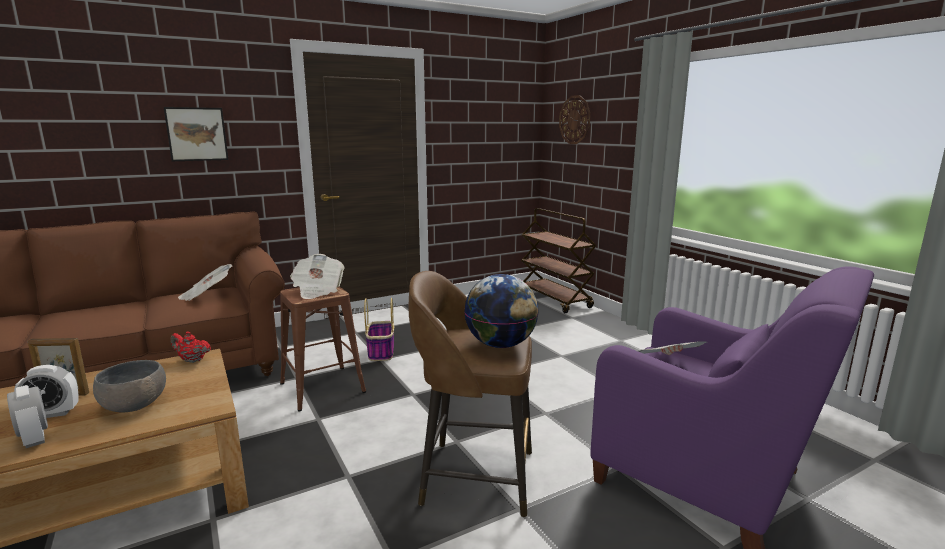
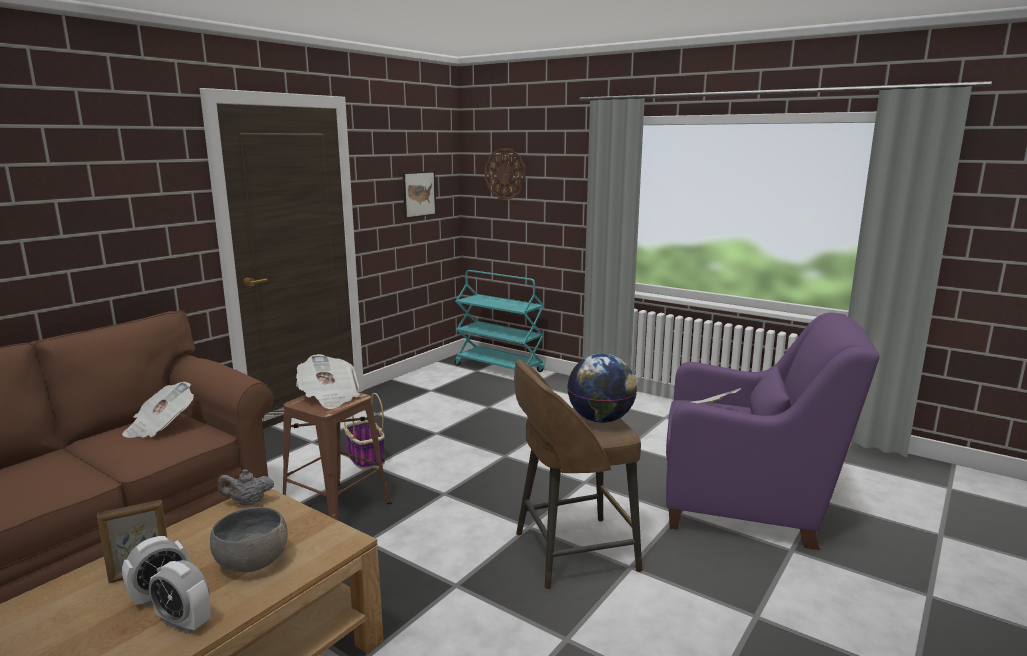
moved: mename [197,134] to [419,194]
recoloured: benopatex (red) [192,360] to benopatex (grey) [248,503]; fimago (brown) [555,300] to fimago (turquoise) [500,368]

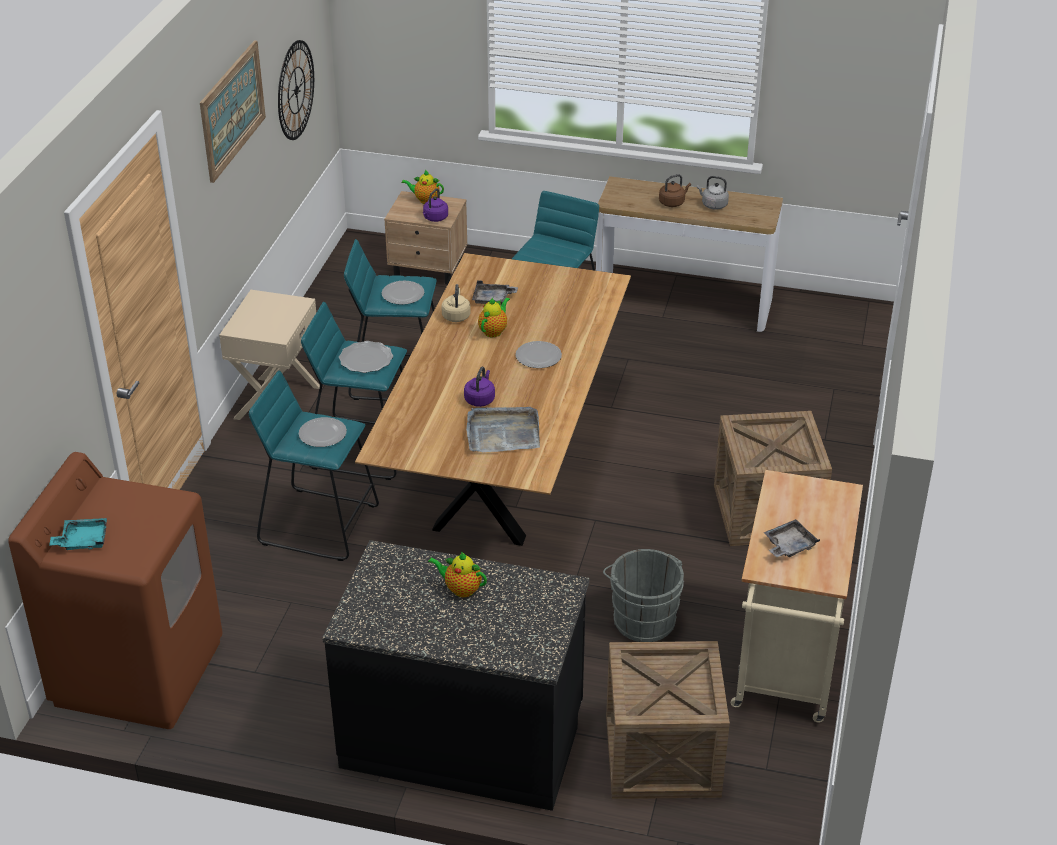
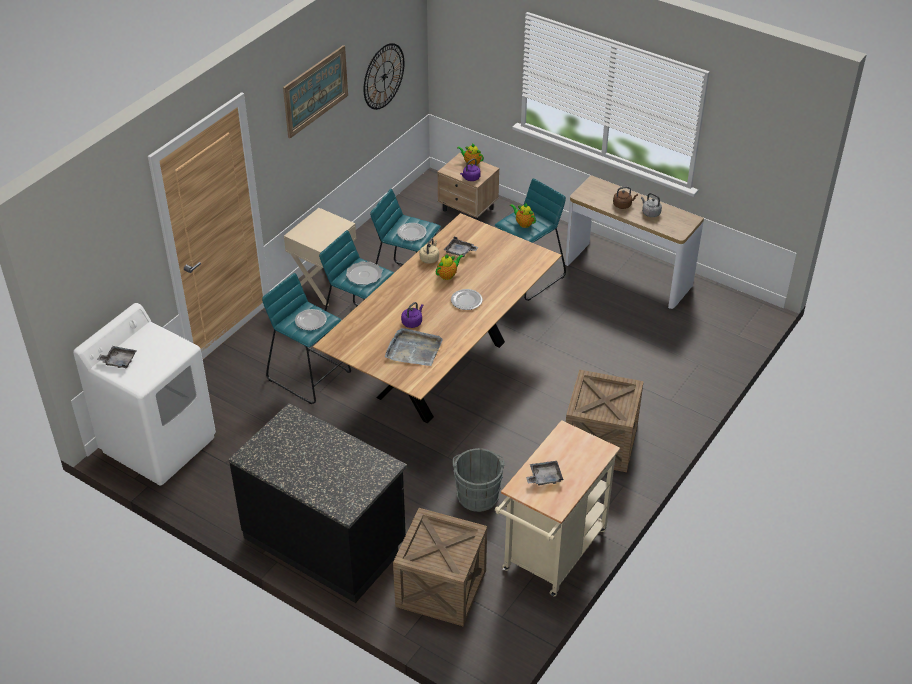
moved: benopatex [460,589] to [523,223]
recoloured: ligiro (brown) [139,671] to ligiro (white) [159,444]; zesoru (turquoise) [82,540] to zesoru (grey) [119,361]

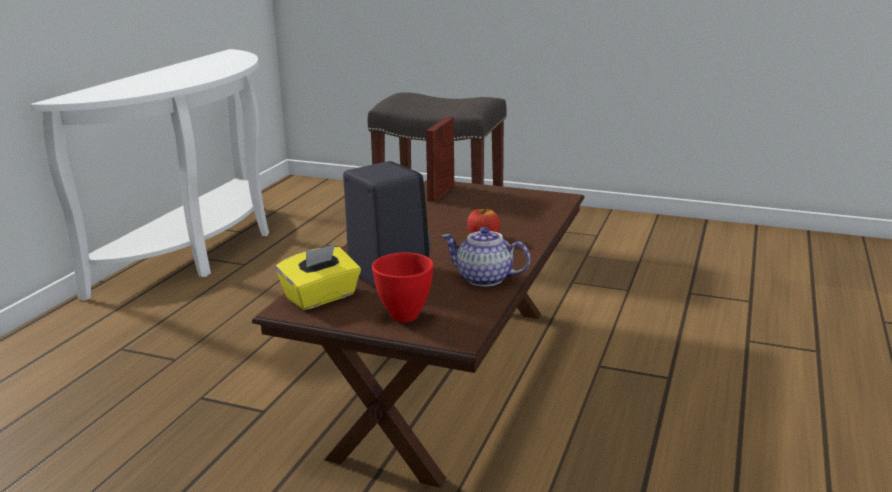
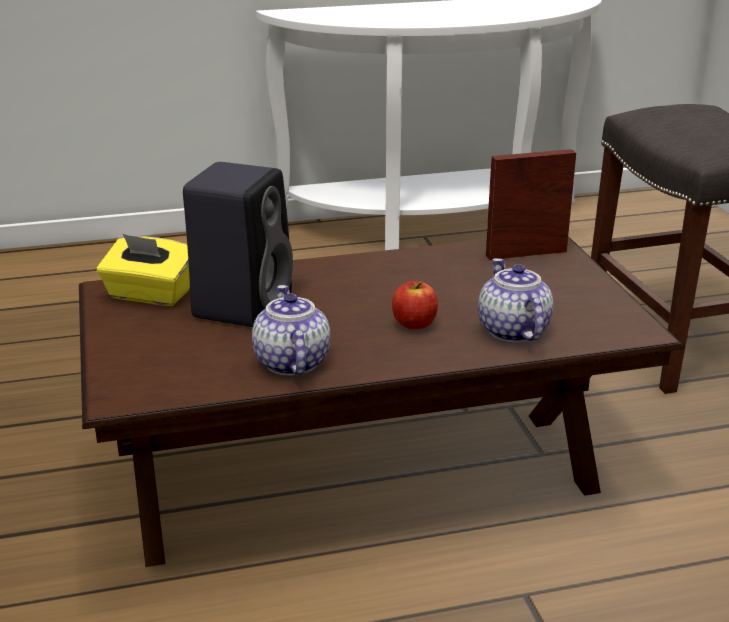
removed: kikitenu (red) [403,316]
added: benopatex [512,330]

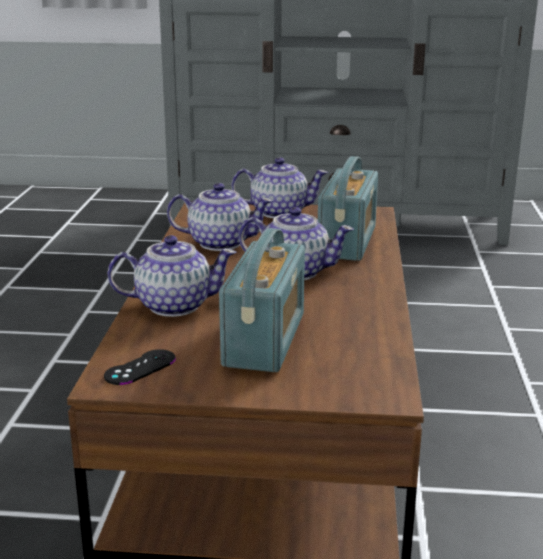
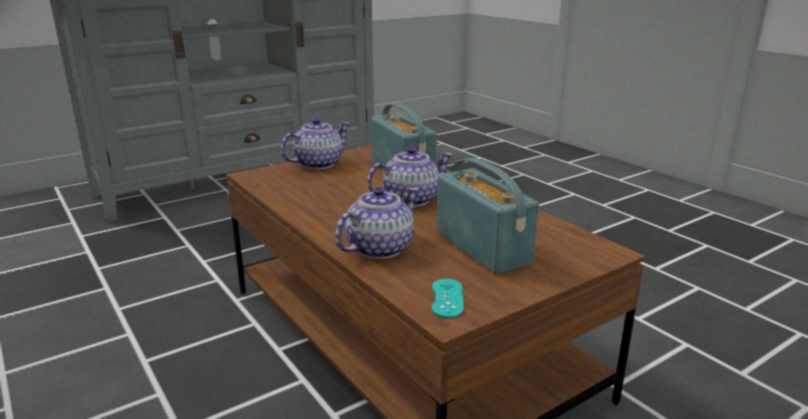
removed: benopatex [219,243]
recoloured: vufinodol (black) [140,367] to vufinodol (turquoise) [447,298]

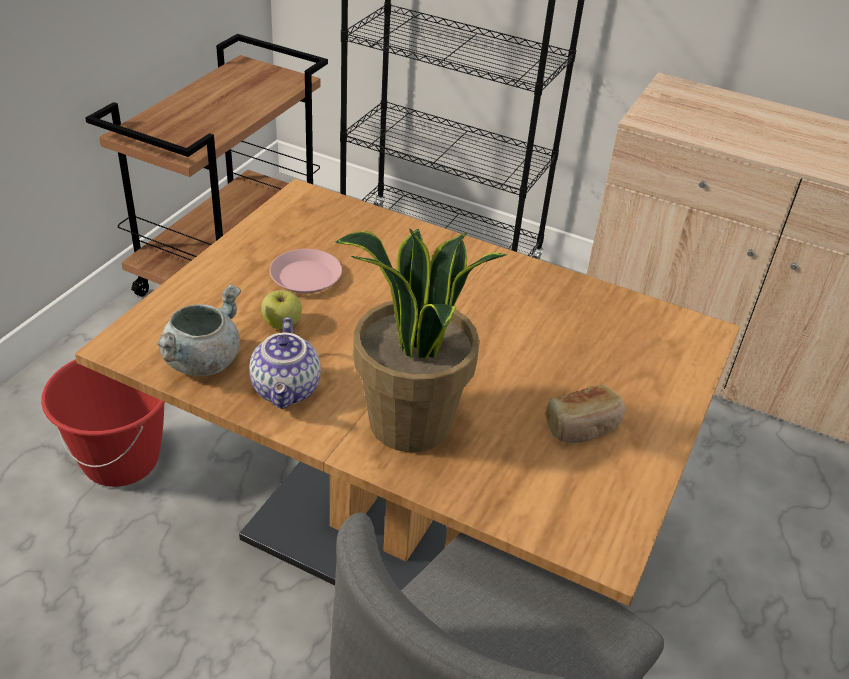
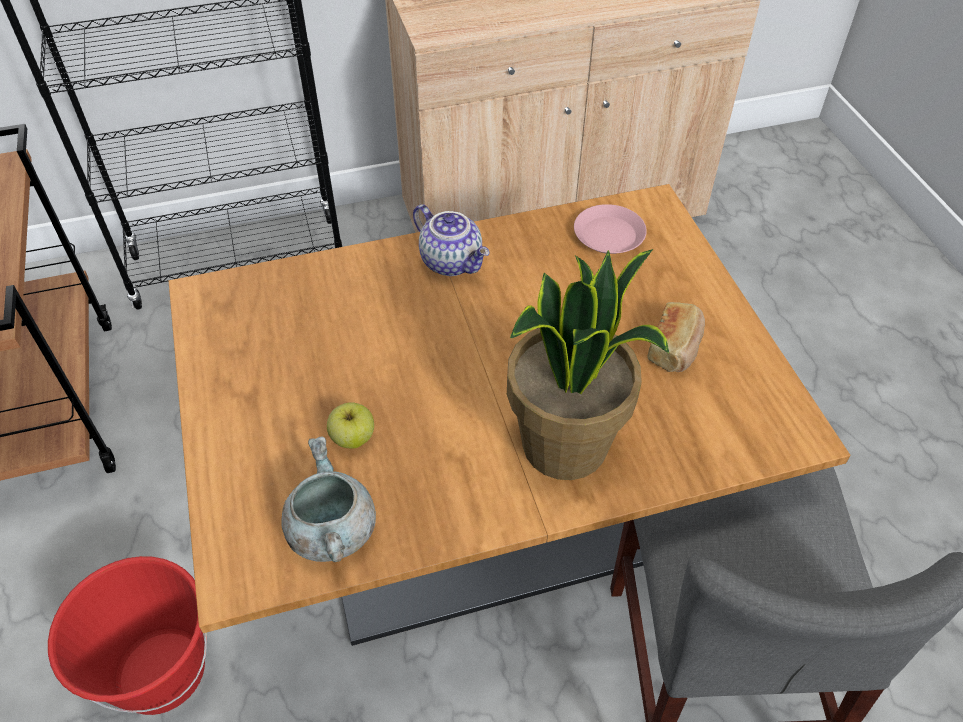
moved: benopatex [288,390] to [452,261]; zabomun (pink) [305,277] to [608,235]

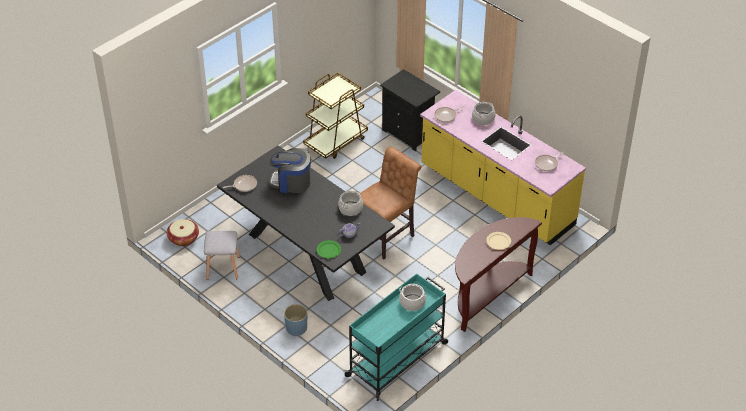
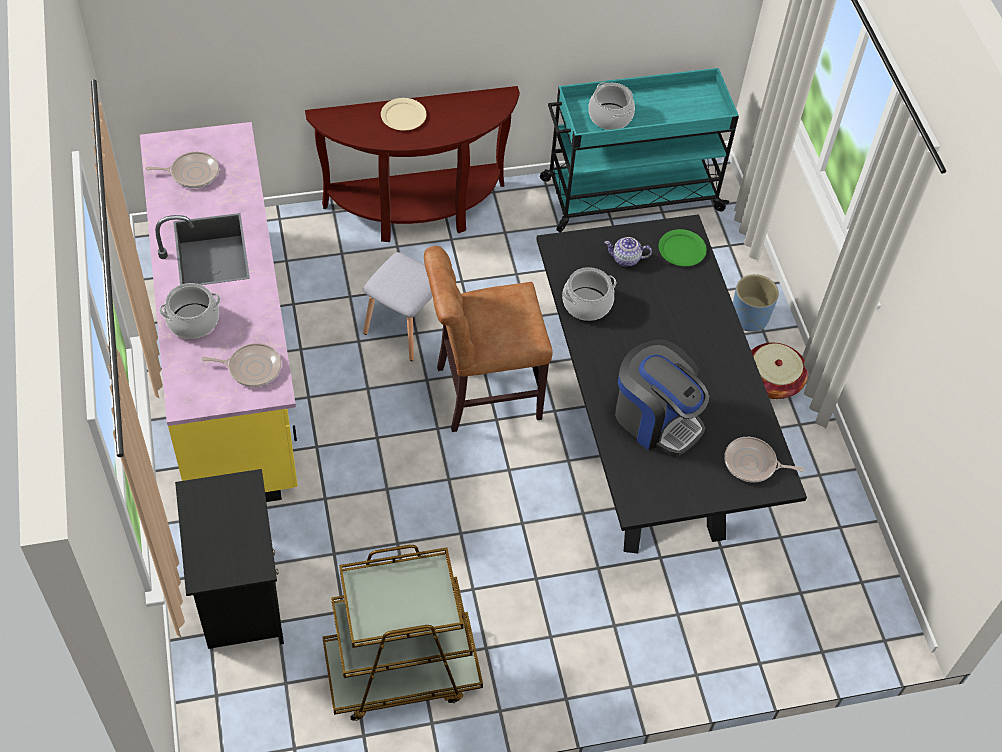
moved: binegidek [183,238] to [771,381]; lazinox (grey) [223,267] to [404,329]

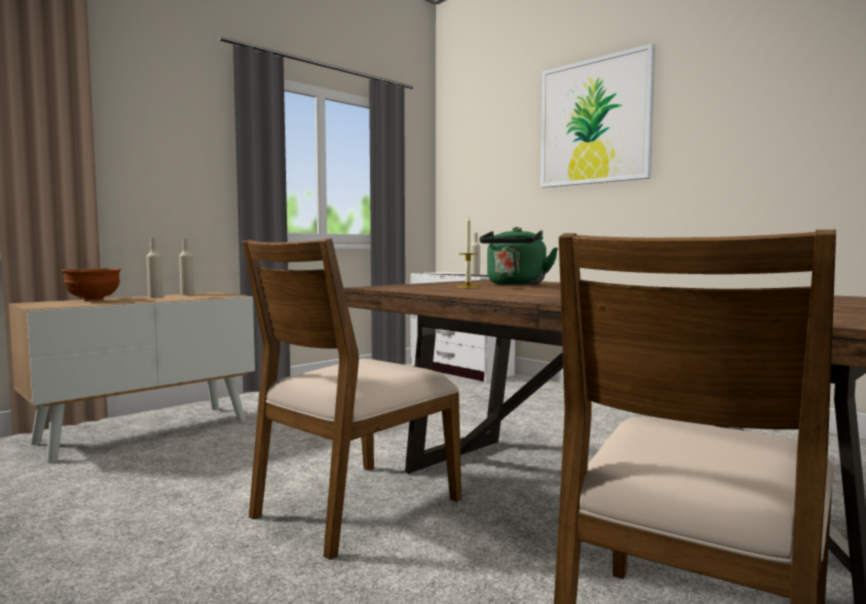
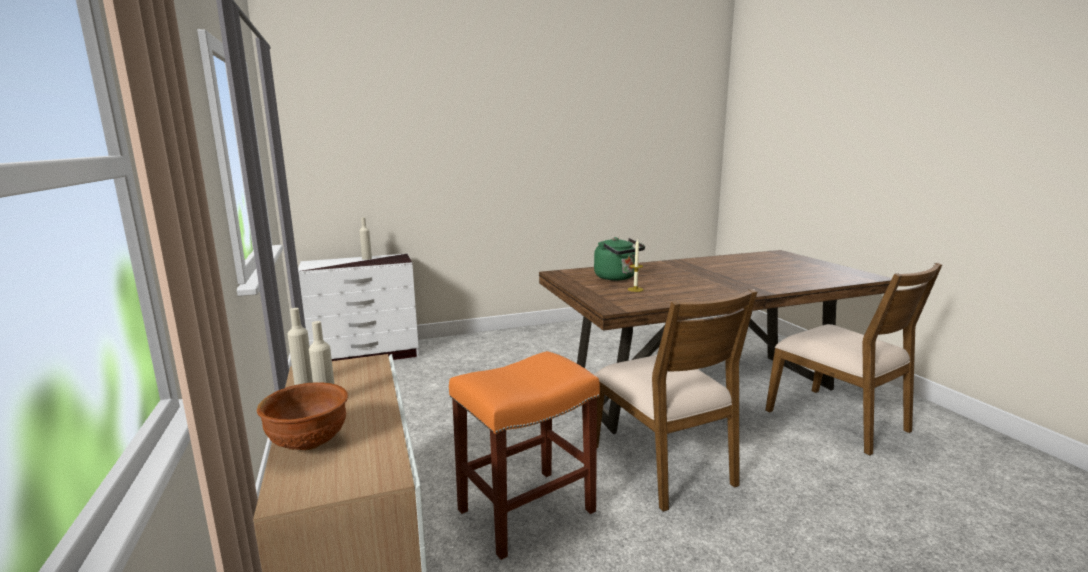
removed: mename [595,122]
added: lazinox (orange) [527,509]

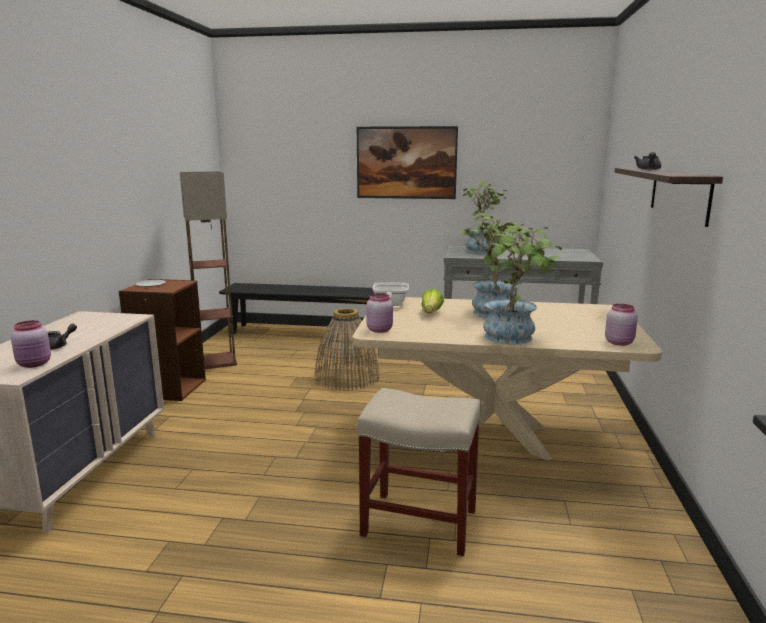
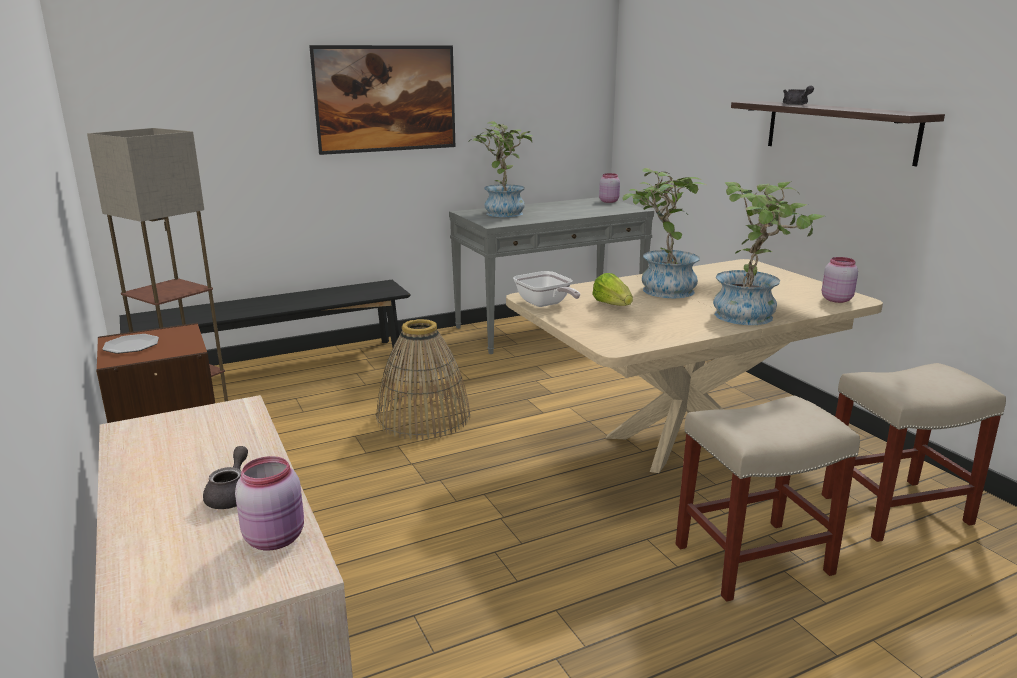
added: lazinox (beige) [894,510]
moved: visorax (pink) [380,330] to [609,201]

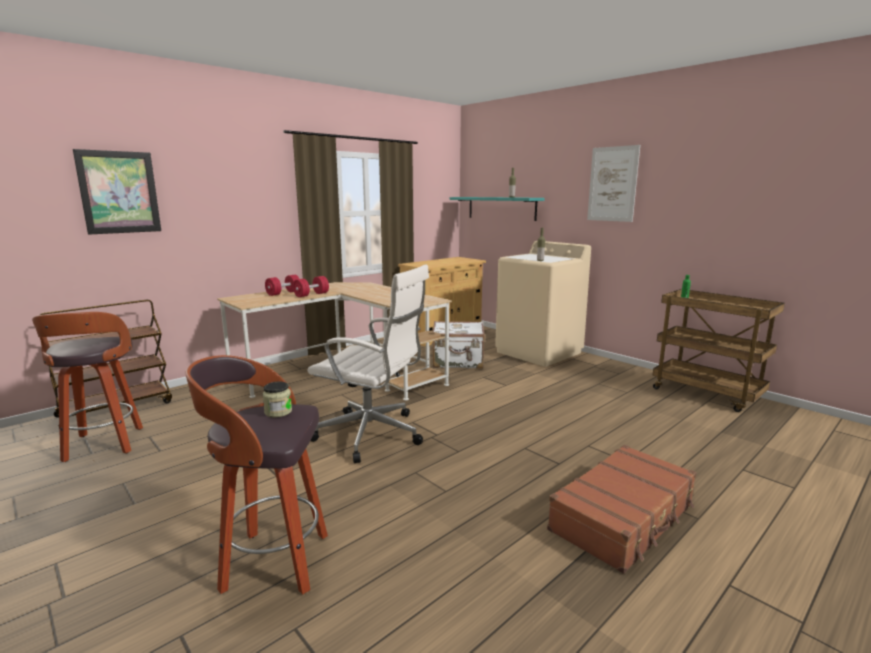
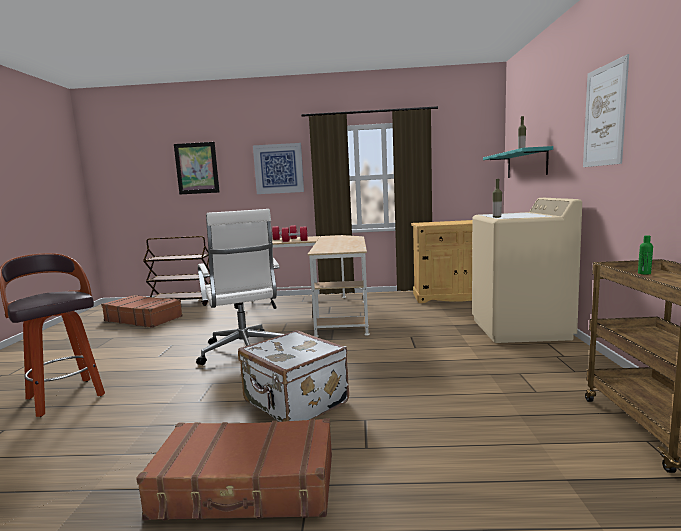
removed: visorax [278,412]
added: mename [278,168]
moved: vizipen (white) [458,362] to [294,403]
replaced: lazinox [104,445] to vizipen (brown) [143,319]

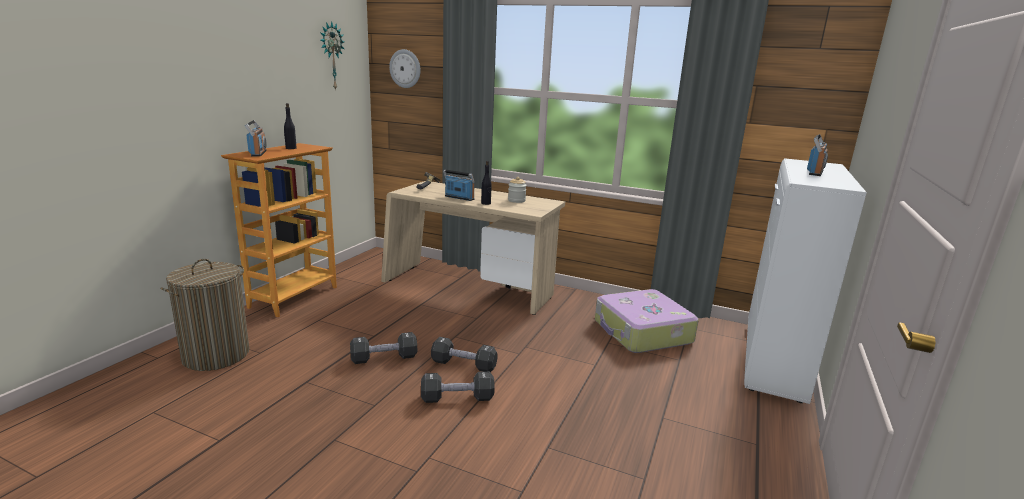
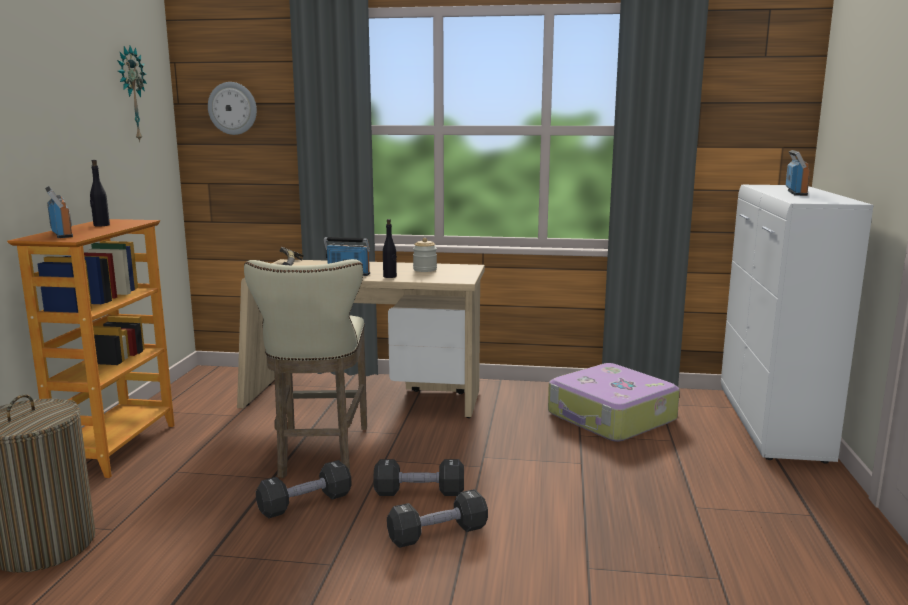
added: lazinox (beige) [319,454]

